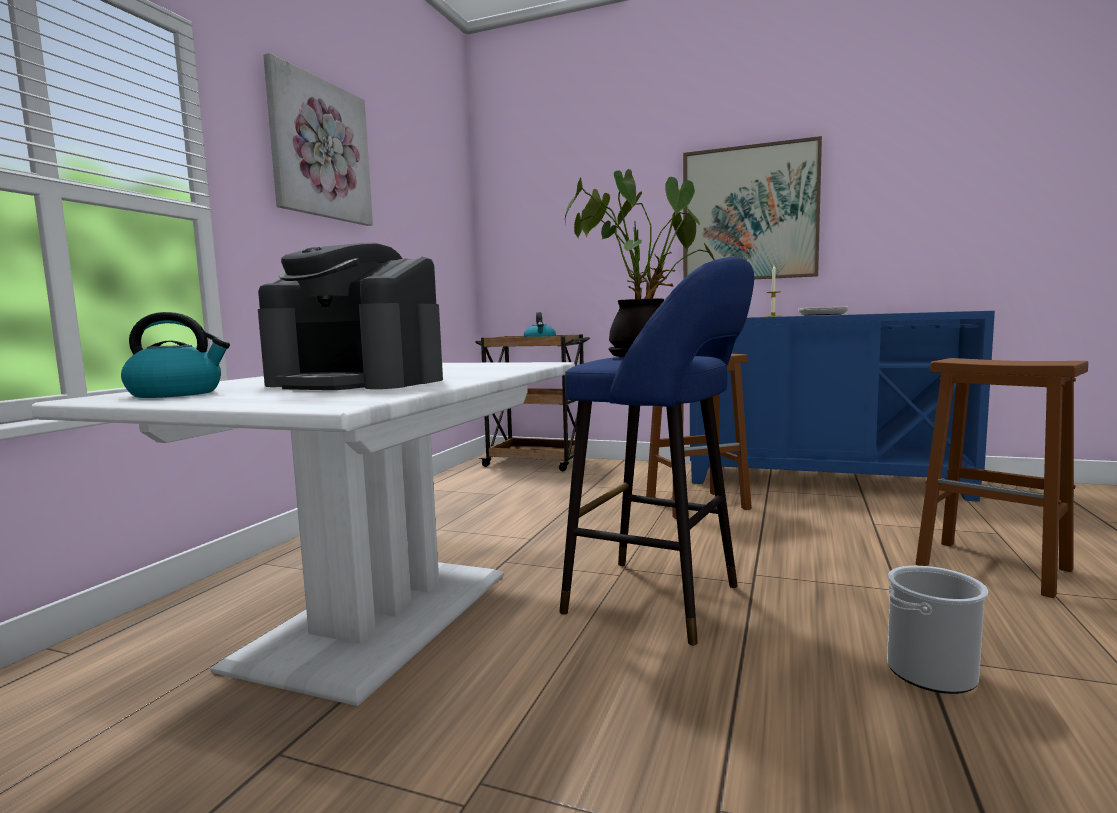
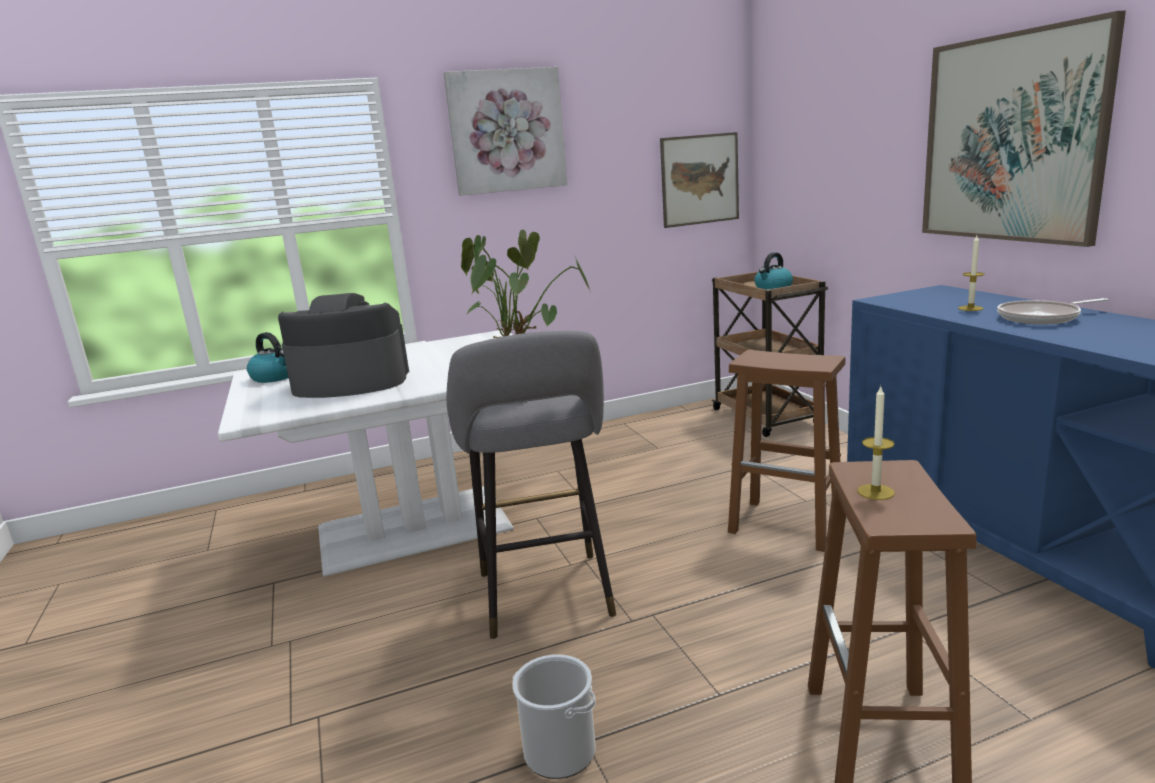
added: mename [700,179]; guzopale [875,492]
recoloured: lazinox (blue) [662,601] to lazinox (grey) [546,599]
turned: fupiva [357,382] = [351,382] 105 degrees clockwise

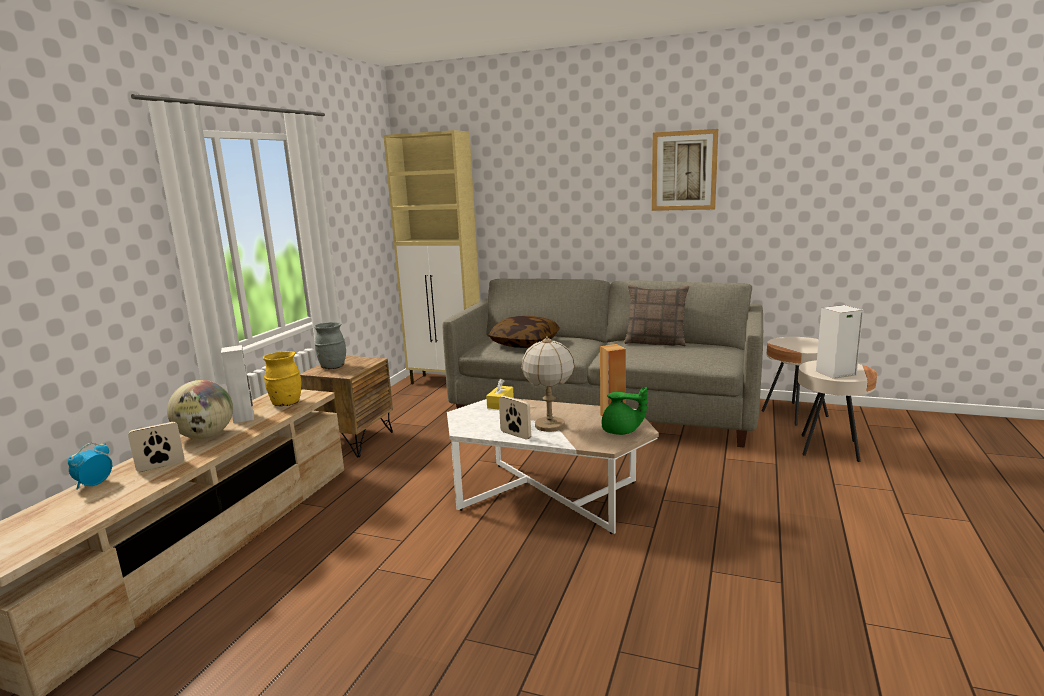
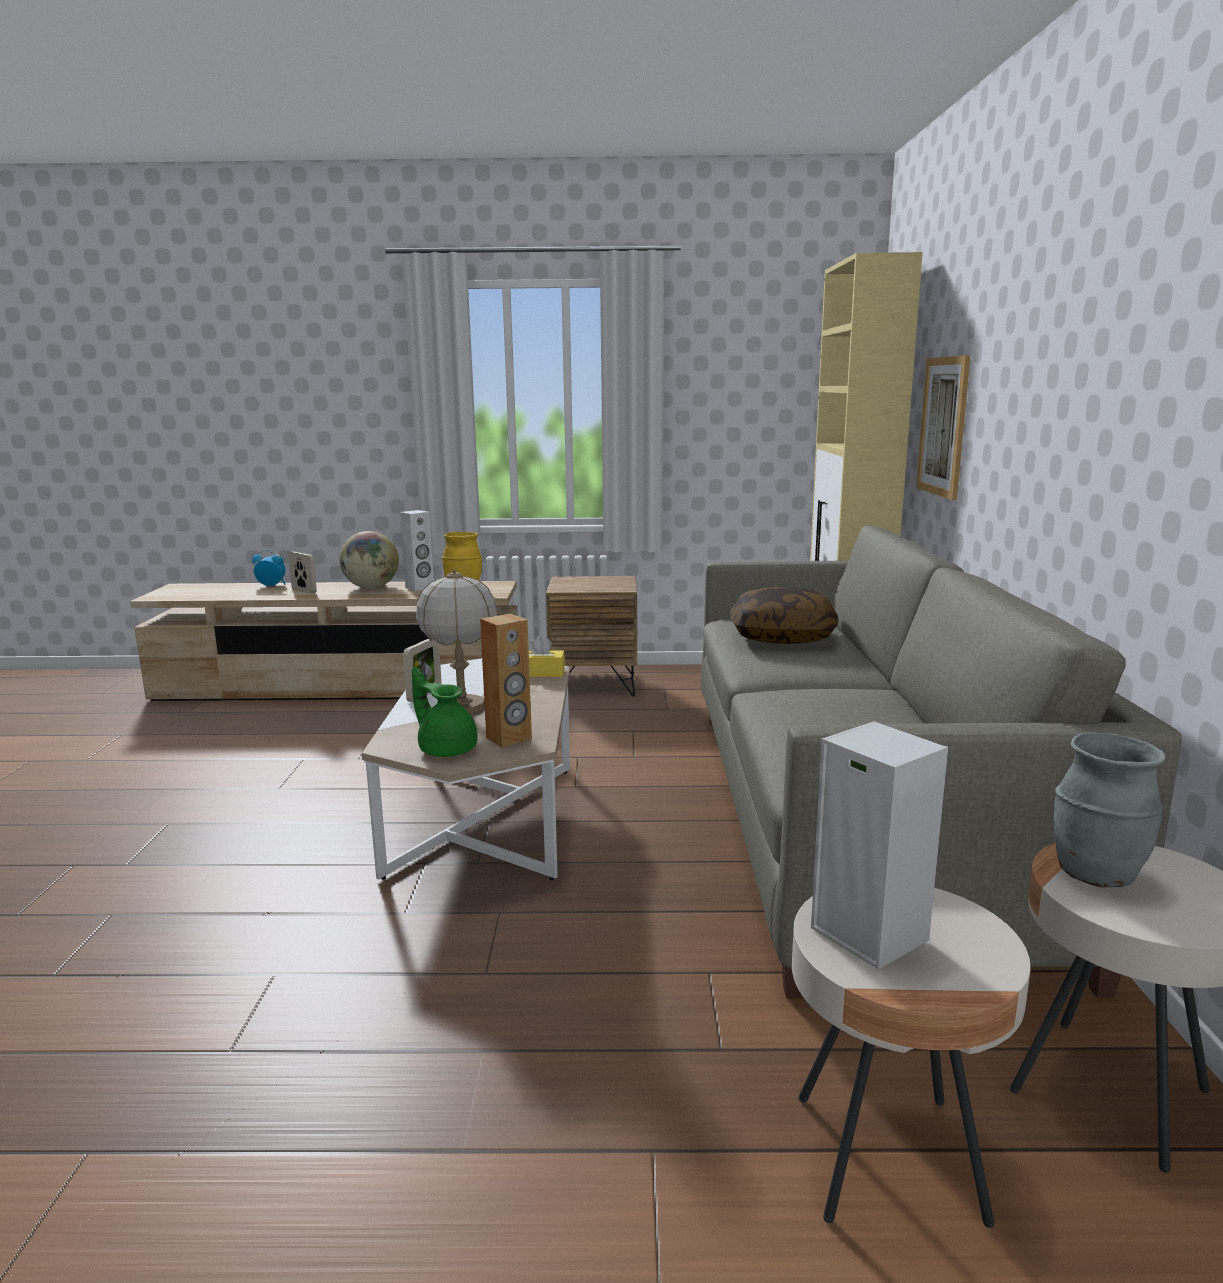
removed: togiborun [655,342]
moved: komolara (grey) [332,367] to [1095,874]; mename [684,171] to [943,426]
turned: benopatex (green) [621,431] = [446,749] 135 degrees clockwise

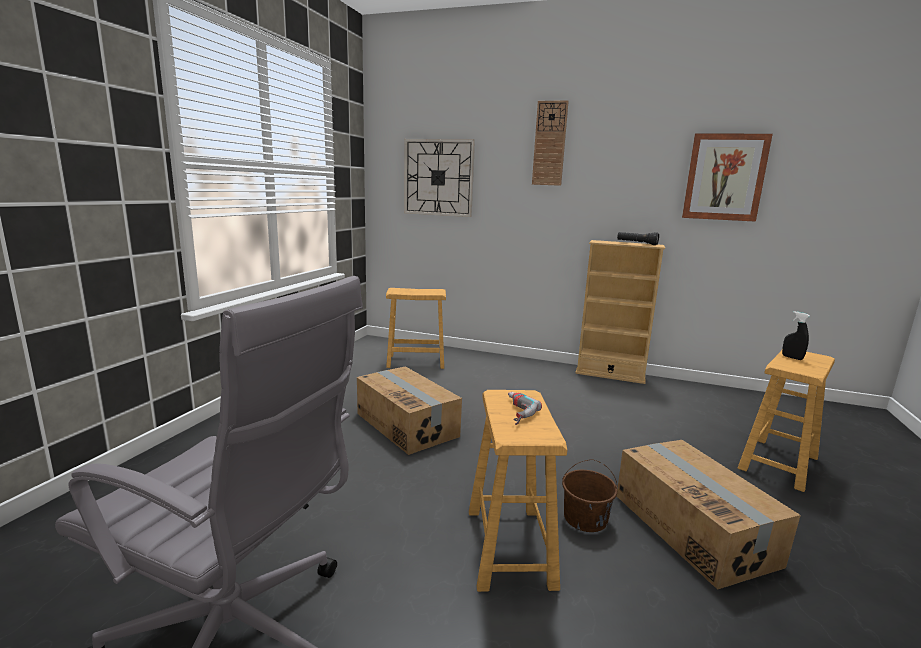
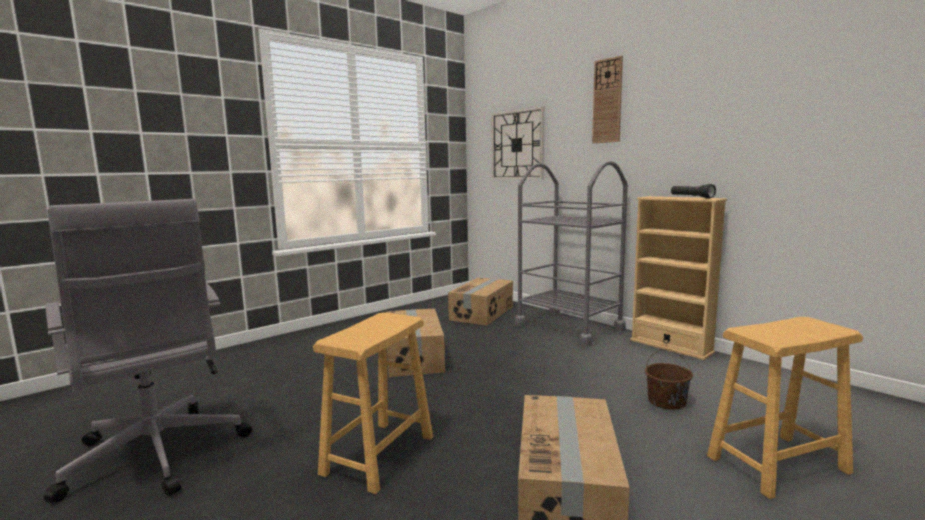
removed: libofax [513,412]; mename [724,177]; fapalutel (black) [792,357]
added: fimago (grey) [568,327]
moved: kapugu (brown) [585,518] to [667,401]
replaced: lazinox (brown) [416,361] to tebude [482,313]

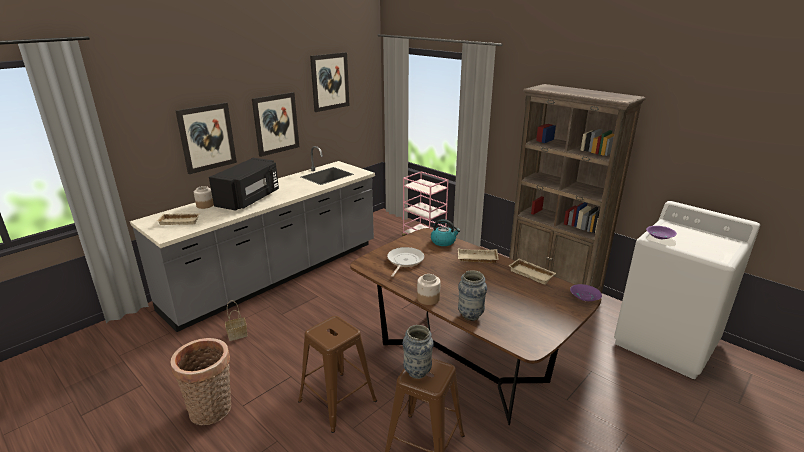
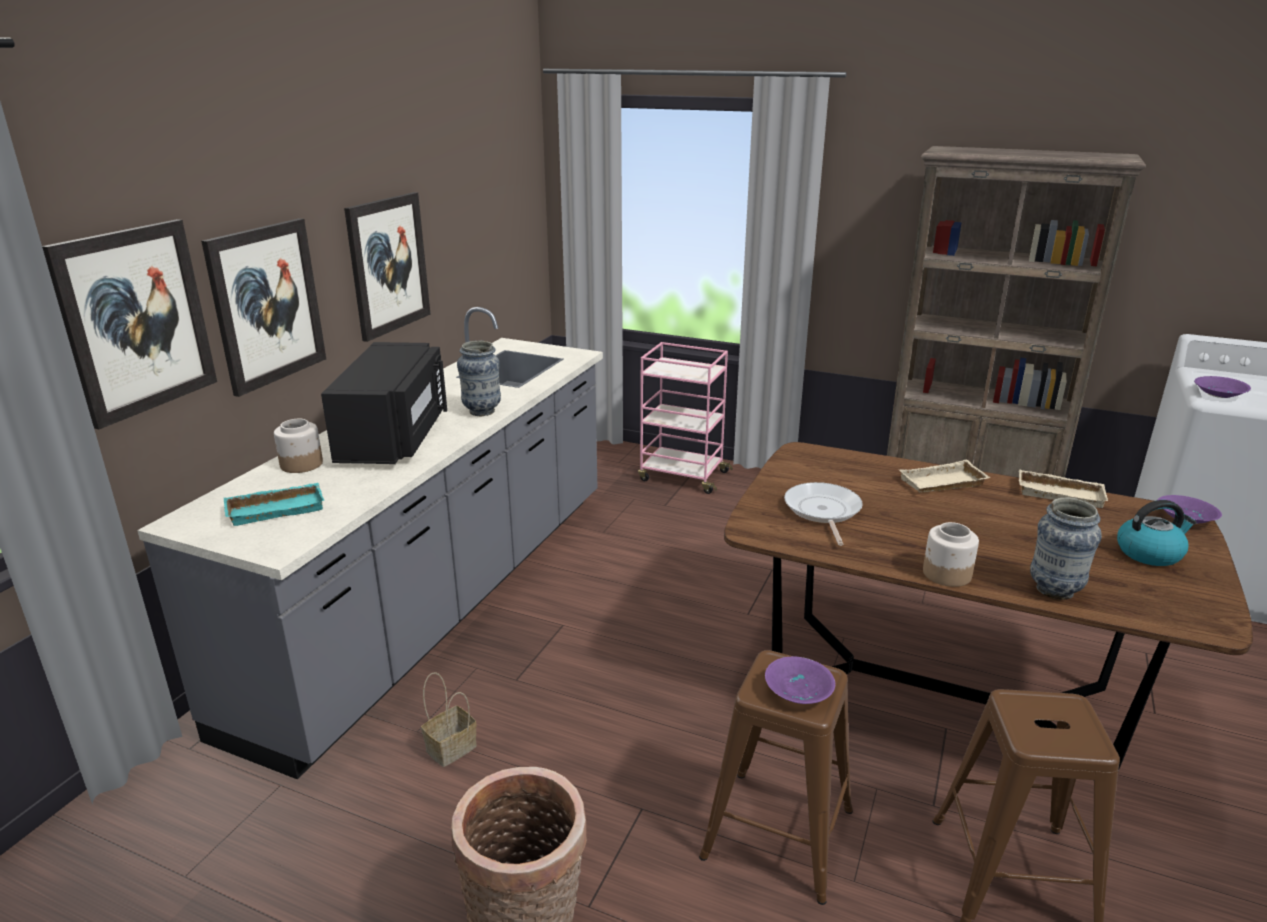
added: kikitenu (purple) [800,690]
moved: mename [330,81] to [135,321]; komolara [417,372] to [482,411]; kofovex [443,241] to [1149,553]
recoloured: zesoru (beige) [180,221] to zesoru (turquoise) [277,508]

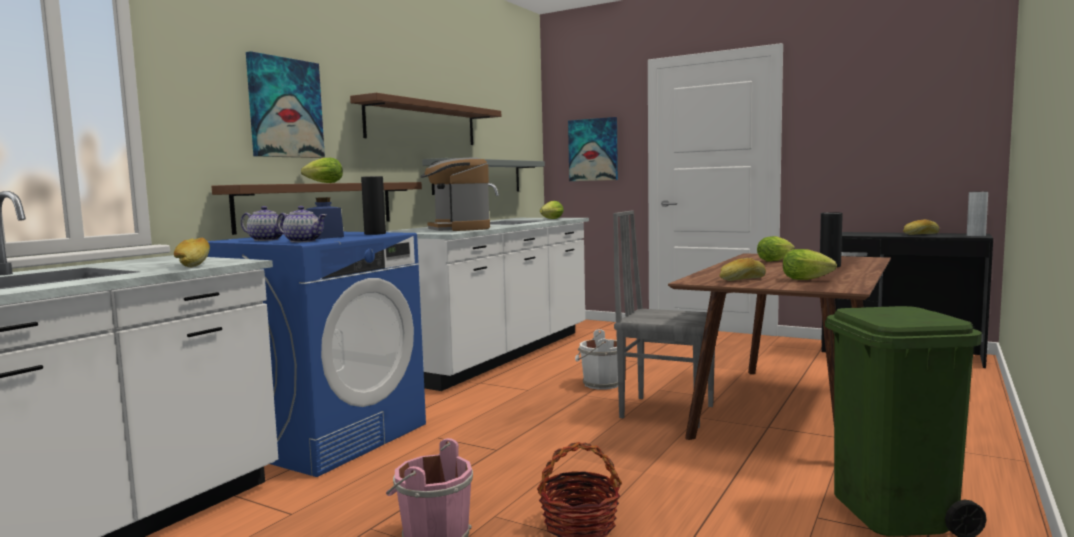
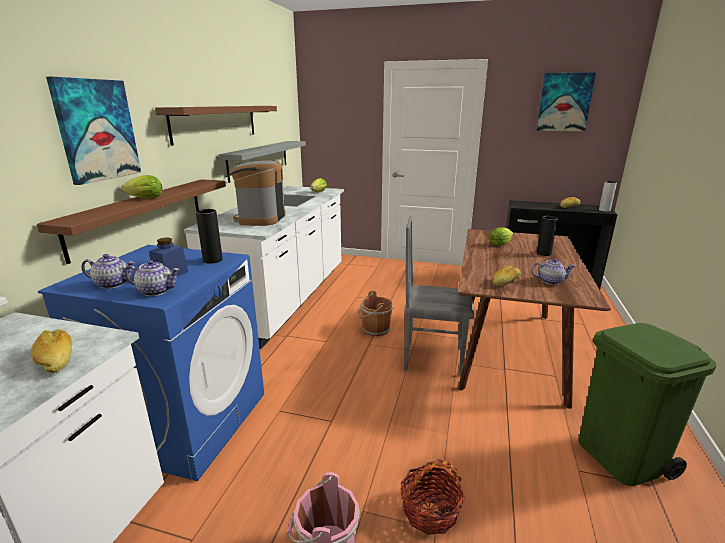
moved: mename [593,150] to [564,102]
replaced: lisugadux [809,280] to benopatex [550,281]
recoloured: kapugu (white) [600,384] to kapugu (brown) [375,329]
turned: fupiva [458,228] = [260,219] 45 degrees clockwise

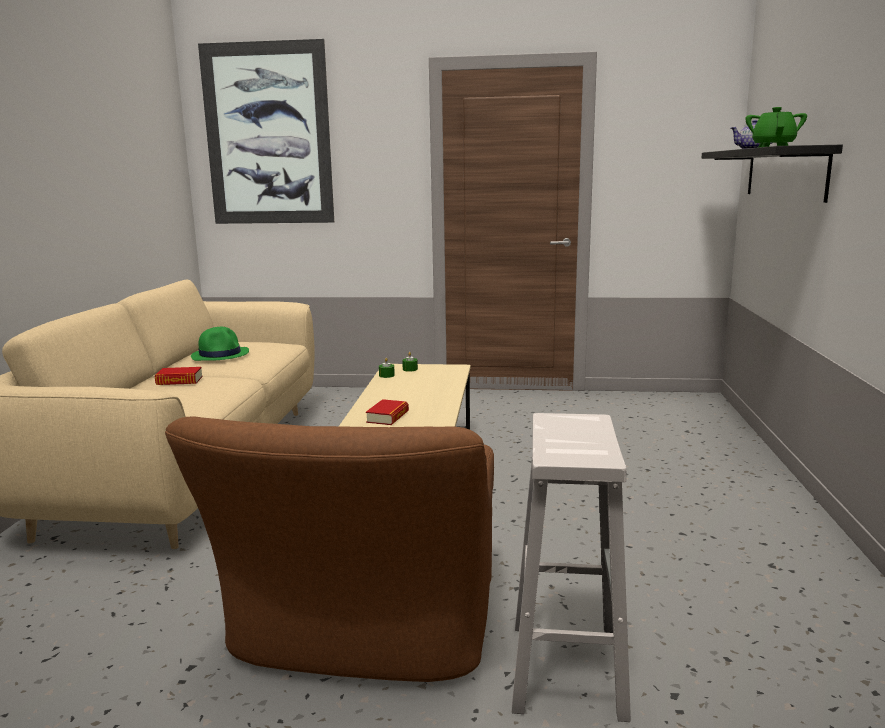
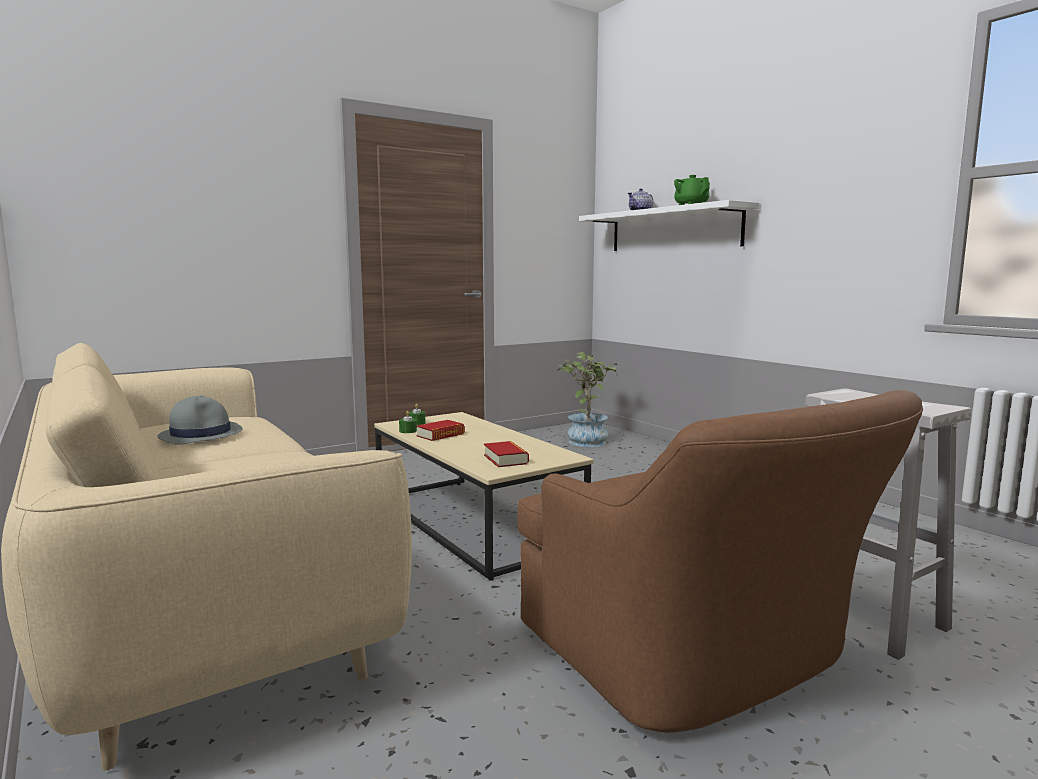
removed: mename [268,135]
added: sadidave [586,440]
moved: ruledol [179,381] to [440,435]
recoloured: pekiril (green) [220,354] to pekiril (grey) [201,434]; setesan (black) [785,173] to setesan (white) [673,230]

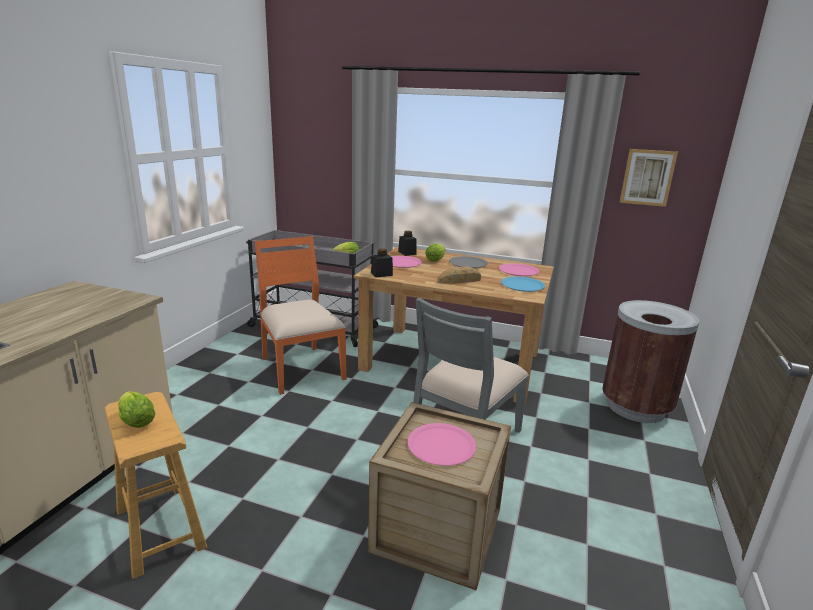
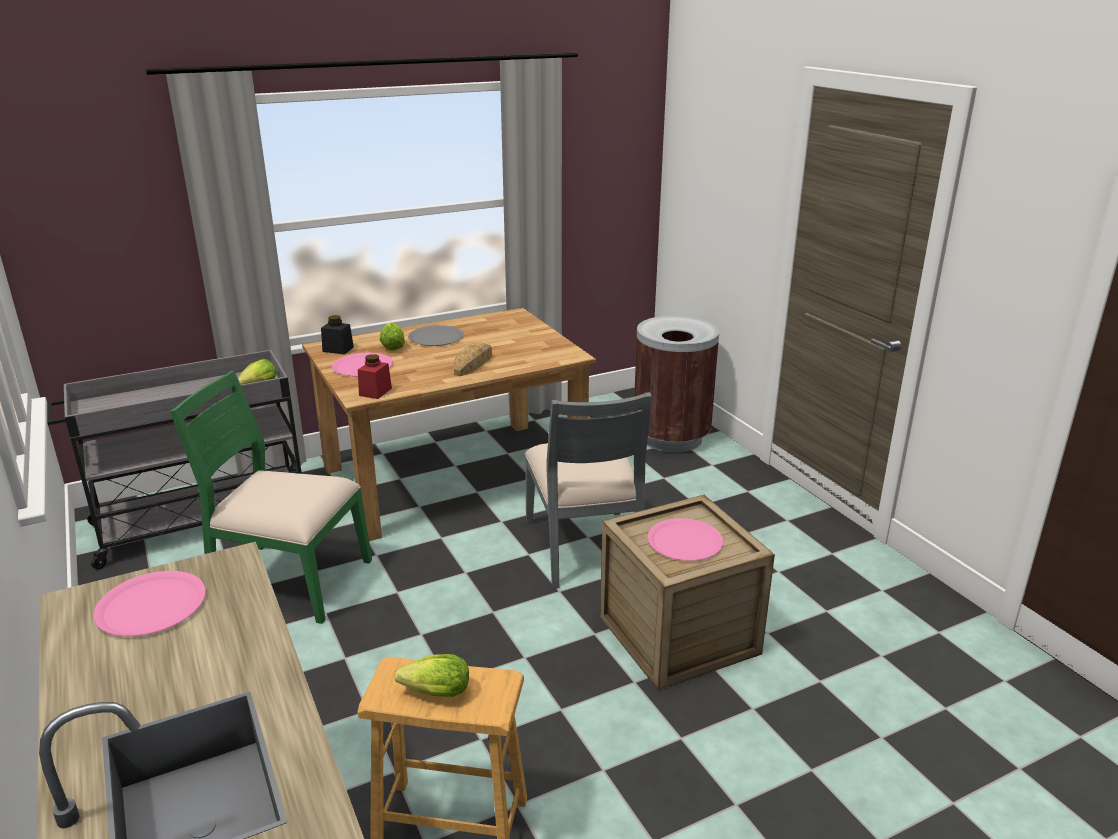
removed: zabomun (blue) [522,285]; mename [647,177]
moved: zabomun (pink) [518,271] to [151,605]
recoloured: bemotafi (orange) [300,368] to bemotafi (green) [289,579]; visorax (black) [381,274] to visorax (red) [375,392]

